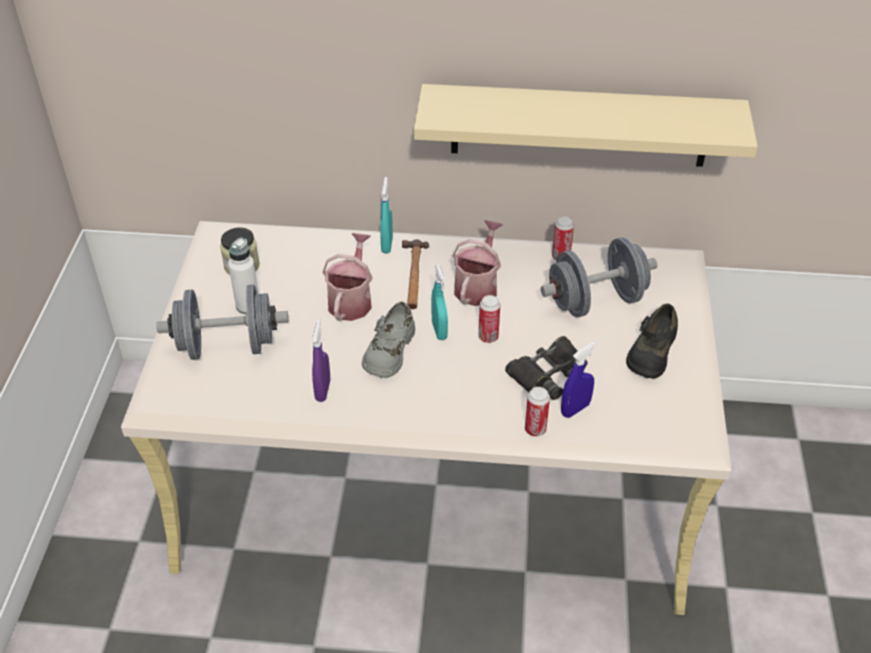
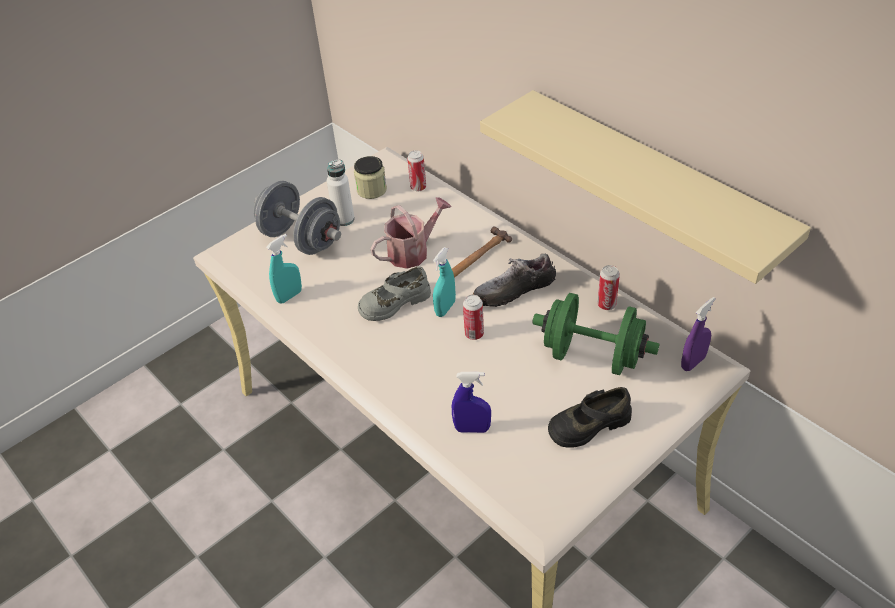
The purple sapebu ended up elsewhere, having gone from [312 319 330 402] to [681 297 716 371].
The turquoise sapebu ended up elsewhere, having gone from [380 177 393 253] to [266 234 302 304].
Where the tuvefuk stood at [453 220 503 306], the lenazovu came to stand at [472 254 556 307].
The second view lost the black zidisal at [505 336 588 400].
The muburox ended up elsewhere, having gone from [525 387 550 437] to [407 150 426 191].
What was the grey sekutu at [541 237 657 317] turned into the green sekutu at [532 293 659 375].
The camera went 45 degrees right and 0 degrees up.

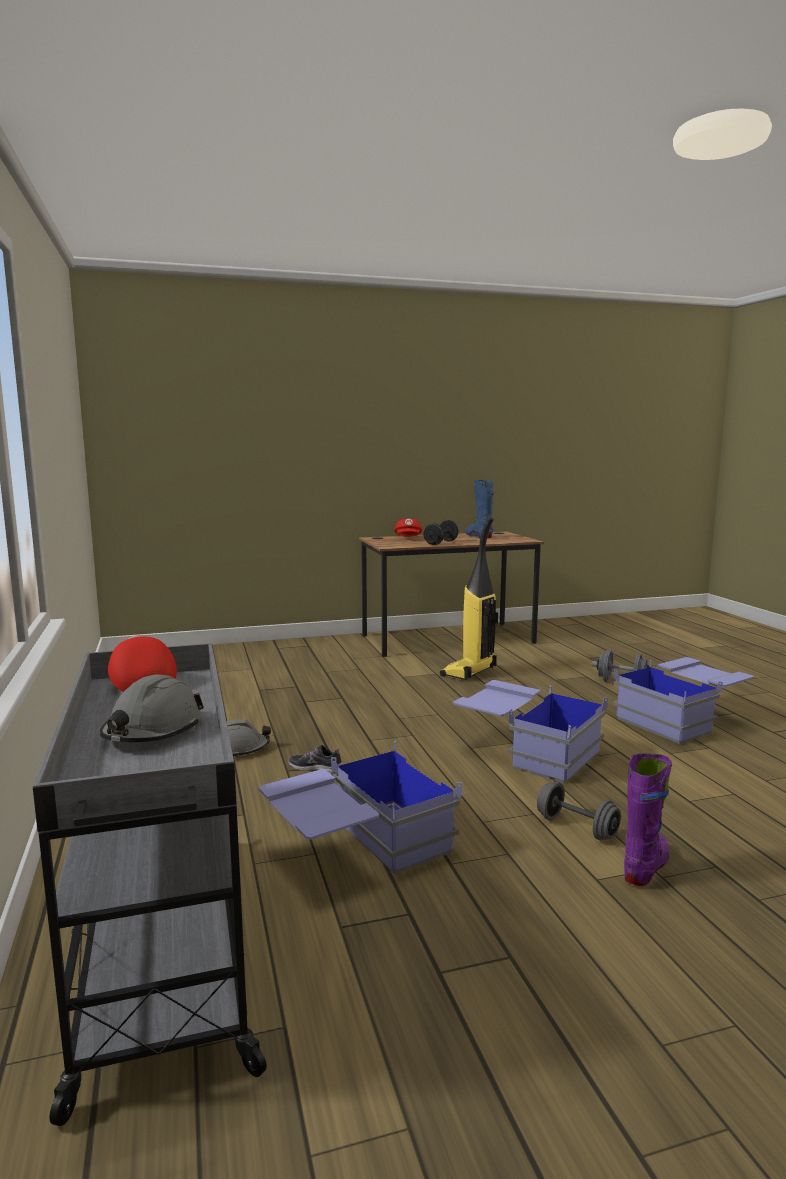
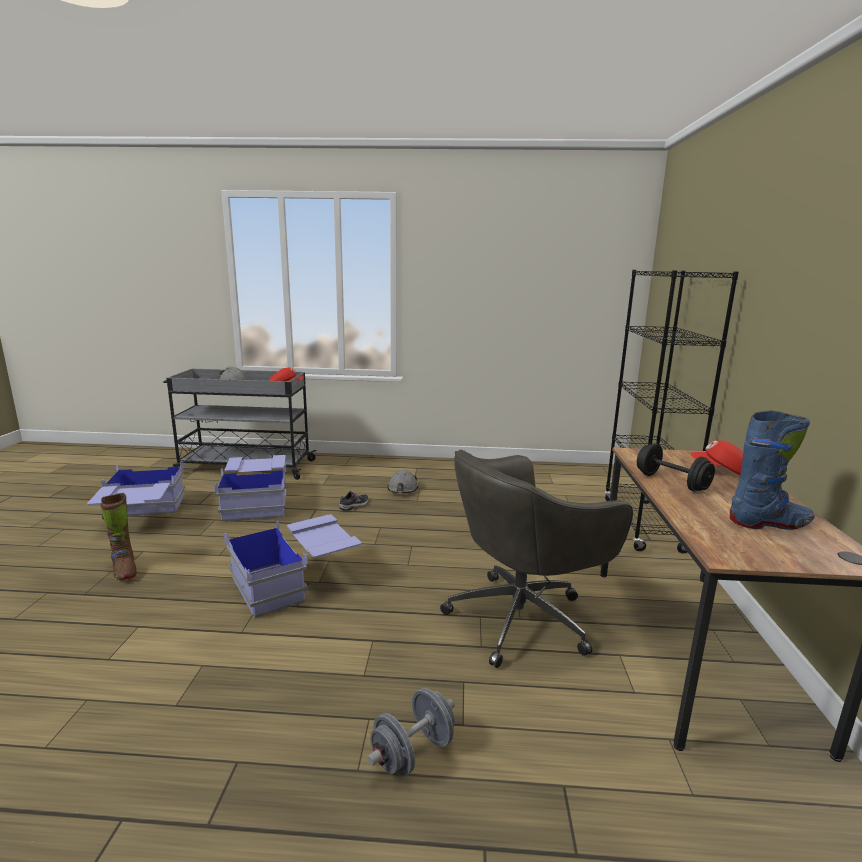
Where the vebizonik stood at [440 517 498 680], the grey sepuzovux came to stand at [440 450 633 668].
The second view lost the grey sekutu at [537 782 621 840].
The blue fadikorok ended up elsewhere, having gone from [613 657 754 744] to [87 461 185 516].
What was the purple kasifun at [624 753 672 886] turned into the brown kasifun at [100 493 137 580].
The second view gained the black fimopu at [604 270 739 553].
The camera went 110 degrees right and 5 degrees up.

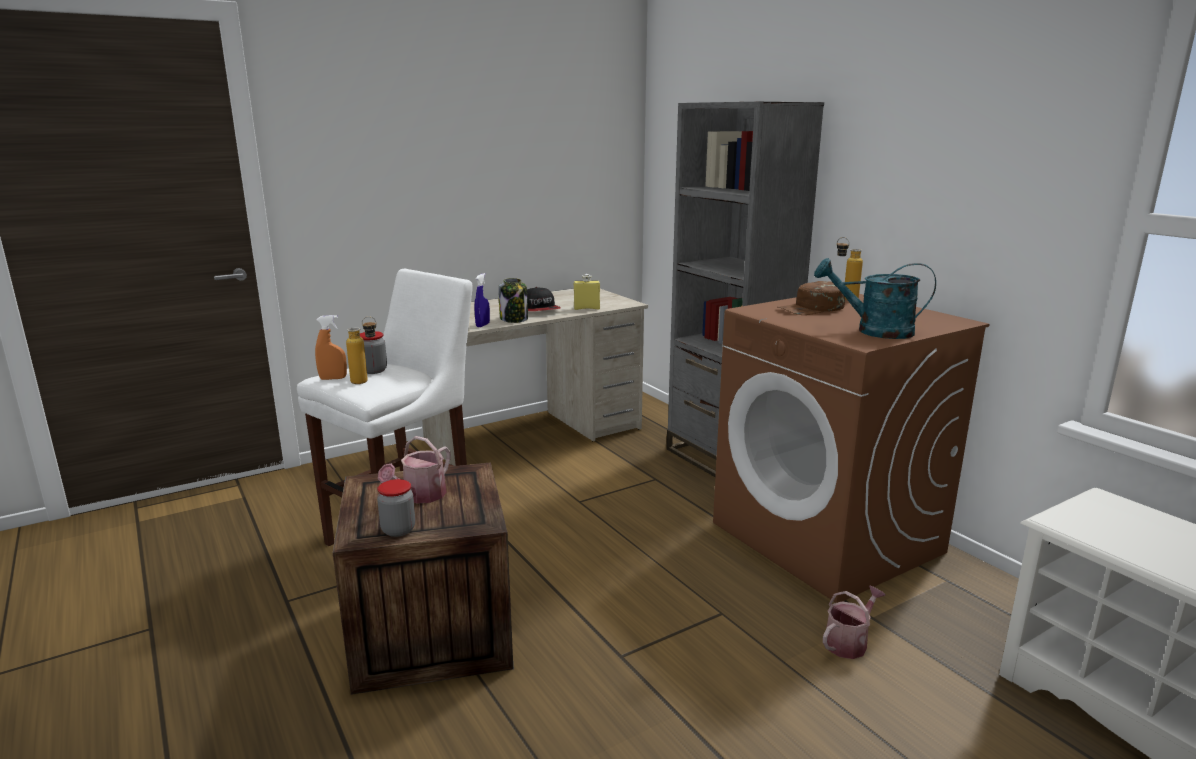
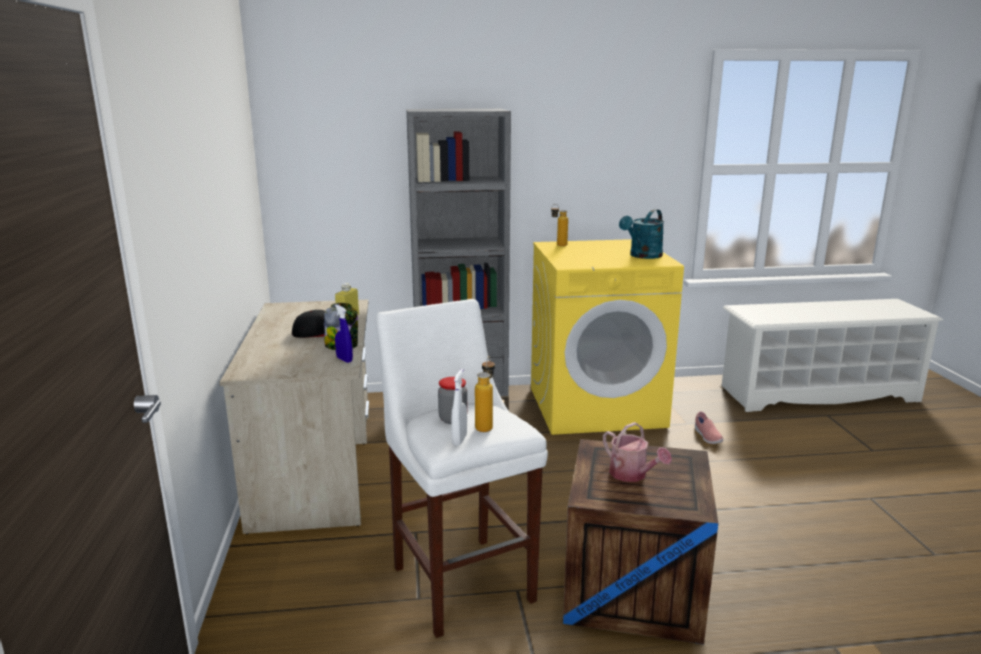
What was the orange sapebu at [315 315 347 380] turned into the white sapebu at [451 369 467 446].
The second view lost the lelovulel at [377 479 415 537].
What was the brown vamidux at [713 294 989 603] turned into the yellow vamidux at [531 239 684 435].
The second view lost the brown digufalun at [777 281 845 315].
Where the tuvefuk stood at [823 586 886 659], the pink lenazovu came to stand at [695 411 723 444].
The camera went 65 degrees left and 0 degrees up.

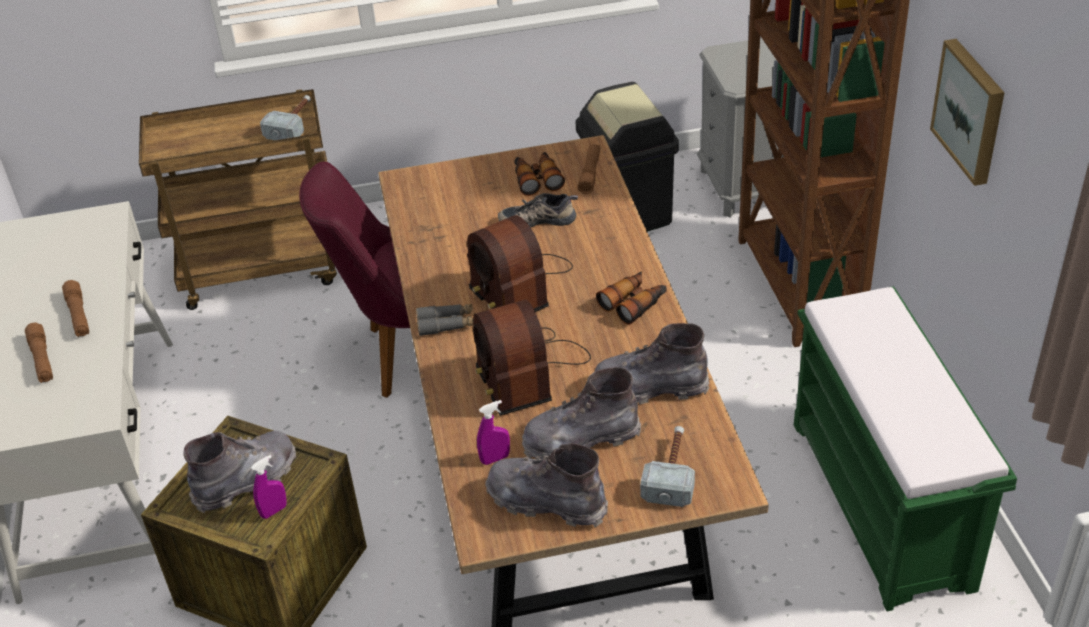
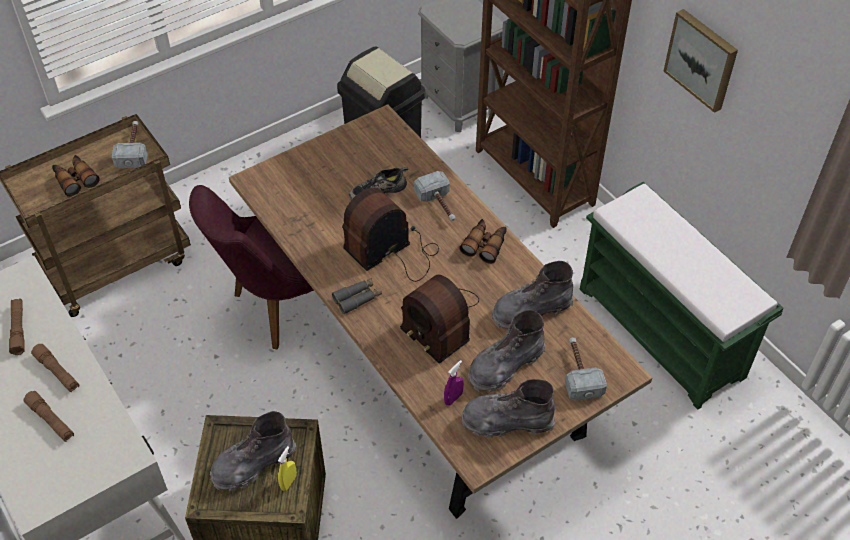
The grey kasifun at [183 431 296 513] ended up facing another way, 150 degrees counterclockwise from before.
What was the purple sapebu at [251 455 287 519] turned into the yellow sapebu at [278 446 297 491].
The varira at [467 215 573 312] ended up facing another way, 105 degrees clockwise from before.
The zidisal ended up elsewhere, having gone from [514 152 565 196] to [52 155 100 197].
The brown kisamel ended up elsewhere, having gone from [578 144 600 194] to [9 298 25 355].
The second view gained the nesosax at [414 171 456 221].
The camera went 25 degrees left and 10 degrees up.

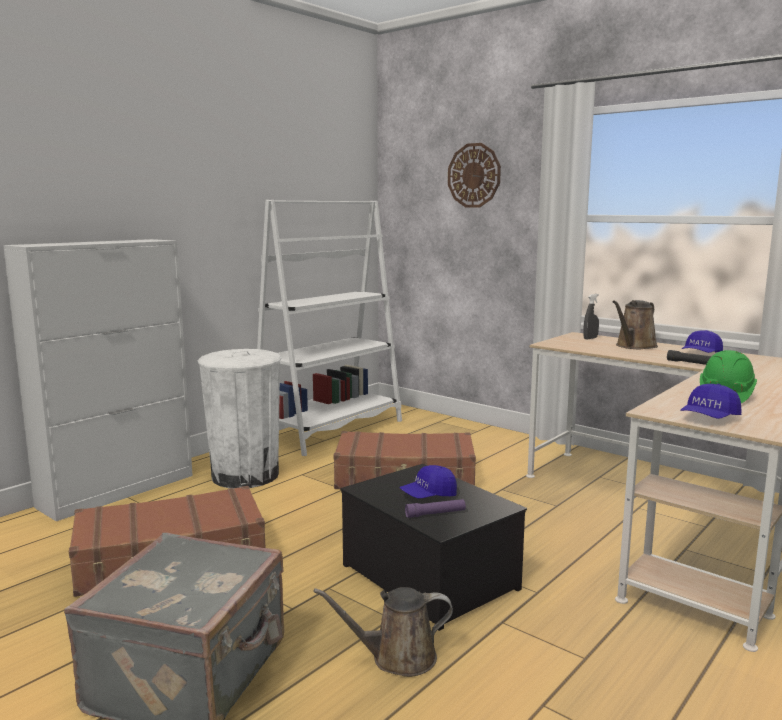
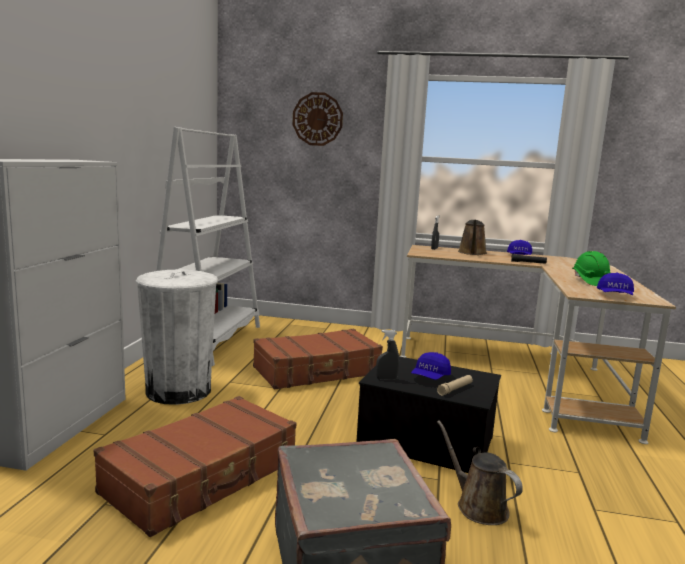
The brown tuvefuk at [314 587 453 677] ended up facing another way, 90 degrees clockwise from before.
What was the purple kisamel at [405 499 466 518] turned into the beige kisamel at [437 375 473 396].
The second view gained the grey sapebu at [376 330 399 380].
The camera went 30 degrees left and 0 degrees up.

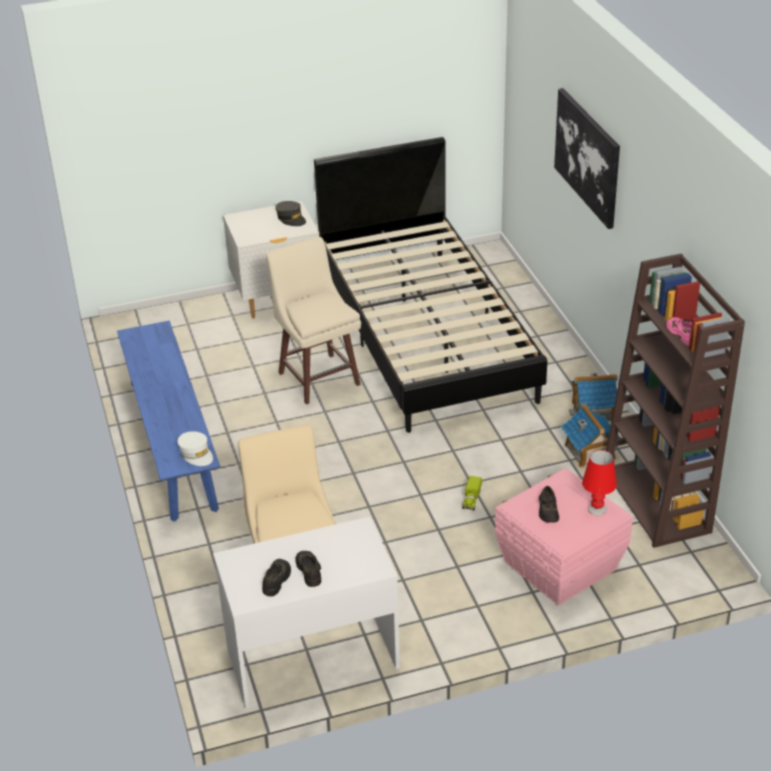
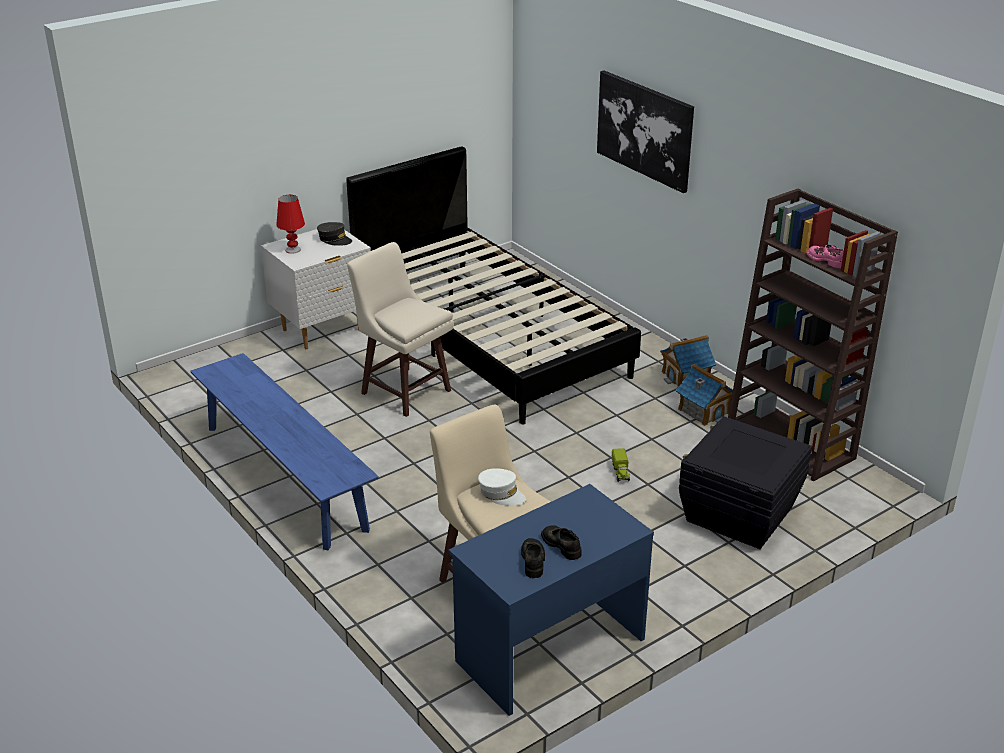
The white digufalun ended up elsewhere, having gone from [177 431 213 466] to [478 468 526 506].
What was the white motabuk at [213 517 400 708] turned into the blue motabuk at [449 484 654 716].
What was the pink fadikorok at [495 468 633 606] turned into the black fadikorok at [679 416 812 549].
The second view lost the black lenazovu at [539 486 559 523].
The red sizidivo ended up elsewhere, having gone from [582 450 617 516] to [276 195 305 254].
The camera went 20 degrees left and 5 degrees down.

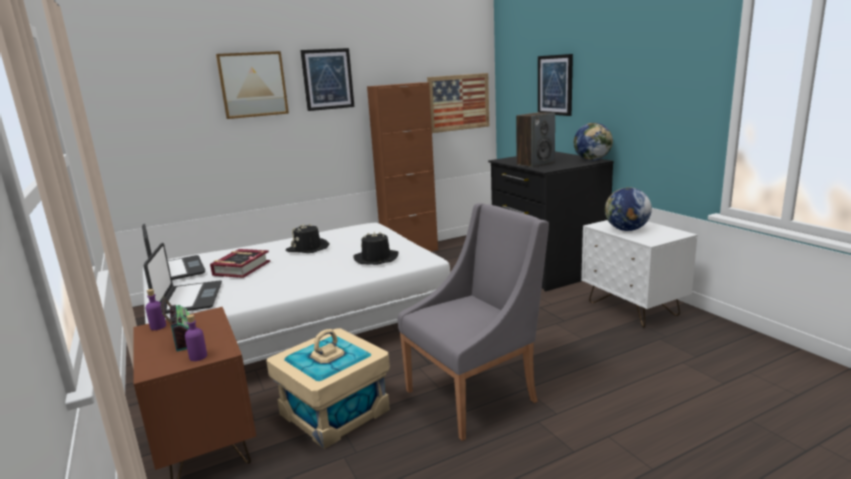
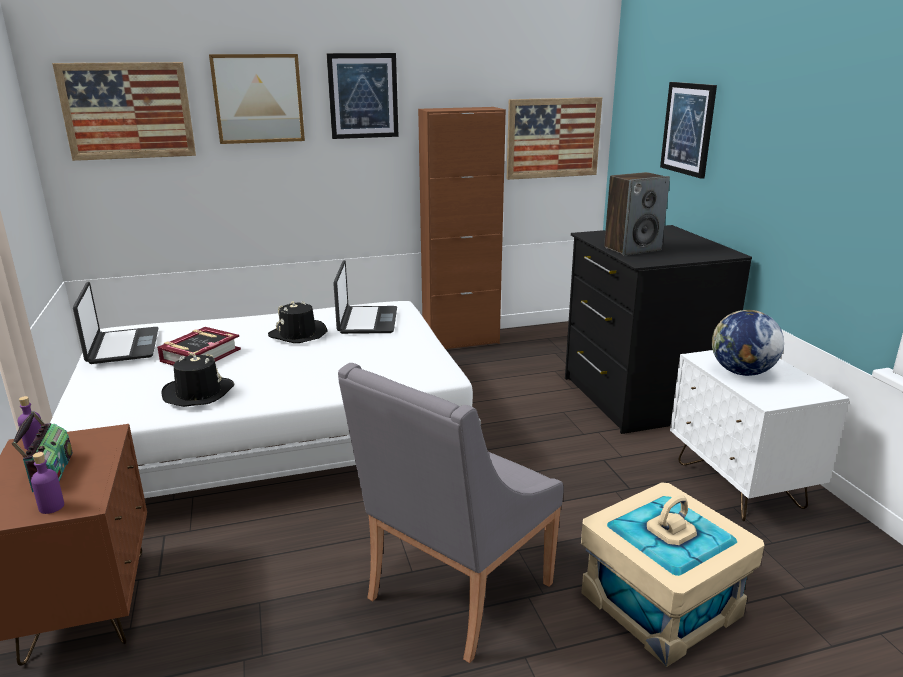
The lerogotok ended up elsewhere, having gone from [144 243 222 314] to [333 260 397 334].
The beige fadikorok ended up elsewhere, having gone from [266 328 390 449] to [581 482 764 667].
The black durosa ended up elsewhere, having gone from [353 232 399 265] to [162 353 234 407].
The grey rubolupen at [398 203 549 441] ended up facing another way, 150 degrees clockwise from before.
The second view lost the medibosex at [574 123 613 161].
The second view gained the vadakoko at [52 62 196 161].
The camera went 10 degrees right and 5 degrees up.

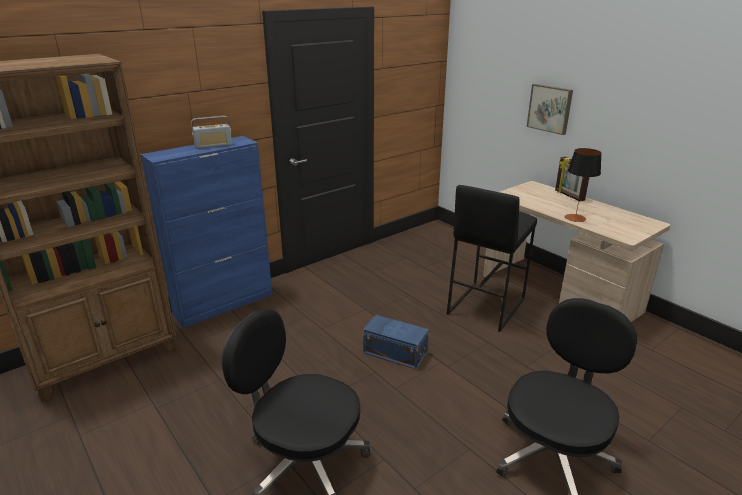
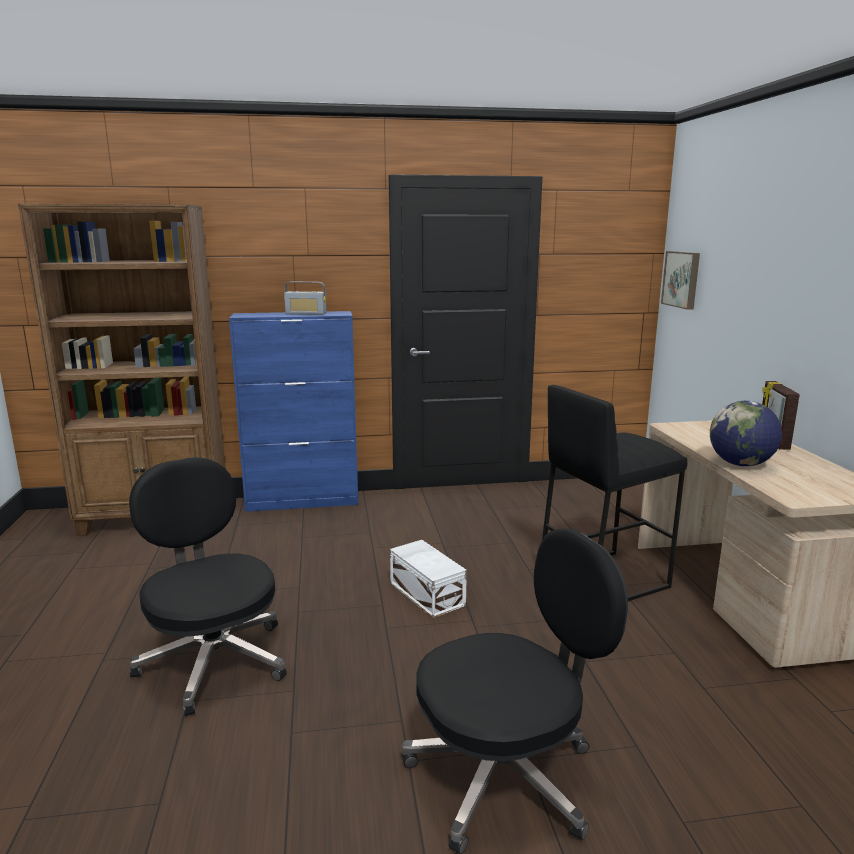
What was the blue fadikorok at [363 315 429 370] turned into the white fadikorok at [390 540 467 618].
The vadakoko ended up elsewhere, having gone from [527 84 573 135] to [661 251 700 310].
Where the sizidivo stood at [565 148 602 222], the medibosex came to stand at [710 401 782 466].
The camera went 30 degrees right and 10 degrees down.

